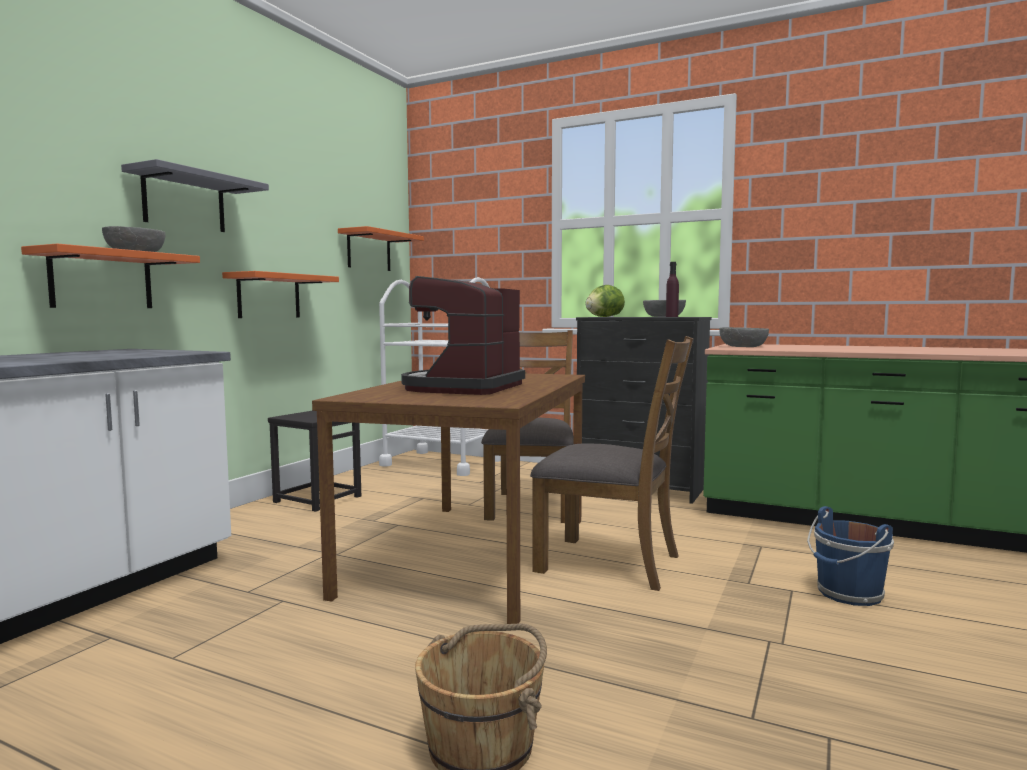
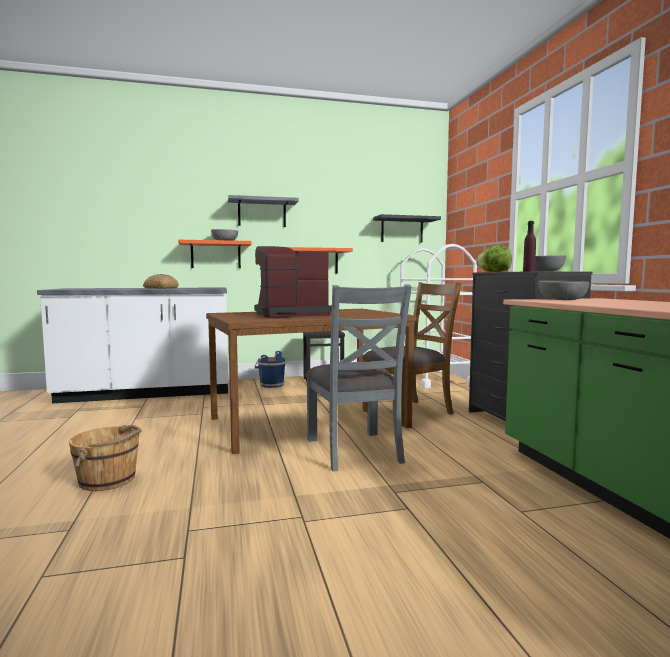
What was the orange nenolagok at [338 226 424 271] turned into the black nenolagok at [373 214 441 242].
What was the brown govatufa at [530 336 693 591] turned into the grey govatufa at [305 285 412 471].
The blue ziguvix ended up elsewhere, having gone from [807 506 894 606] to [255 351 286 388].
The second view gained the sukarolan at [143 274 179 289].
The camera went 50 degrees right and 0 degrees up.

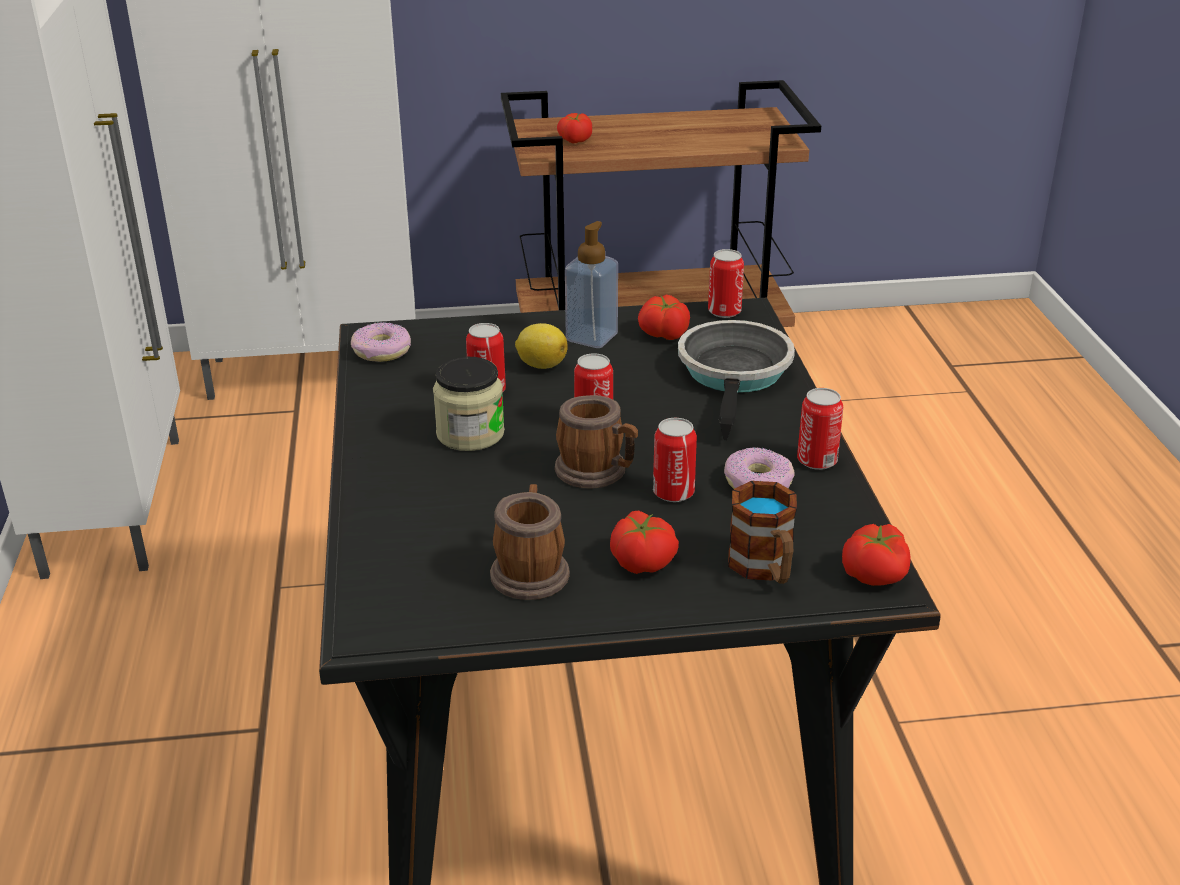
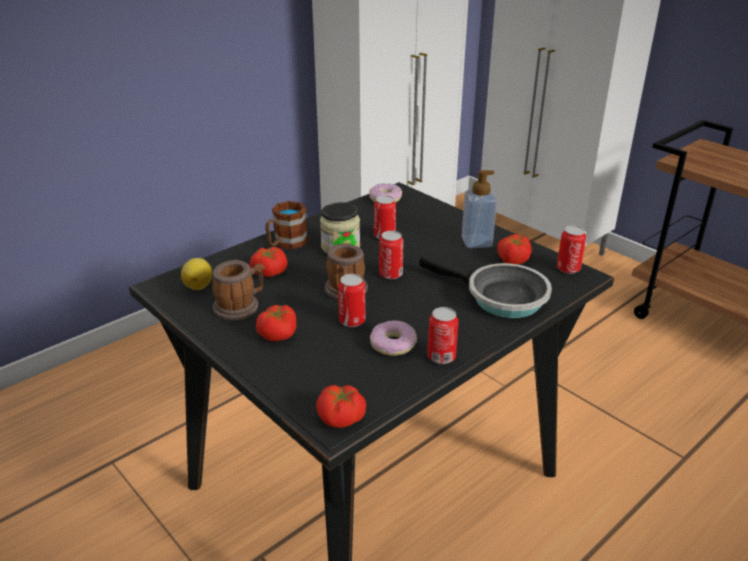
The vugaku ended up elsewhere, having gone from [515 323 568 369] to [181 258 212 290].
The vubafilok ended up elsewhere, having gone from [557 113 592 143] to [250 247 288 277].
The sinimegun at [678 320 795 440] ended up facing another way, 60 degrees clockwise from before.
The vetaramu ended up elsewhere, having gone from [728 481 797 584] to [265 201 308 250].
The camera went 55 degrees right and 0 degrees up.

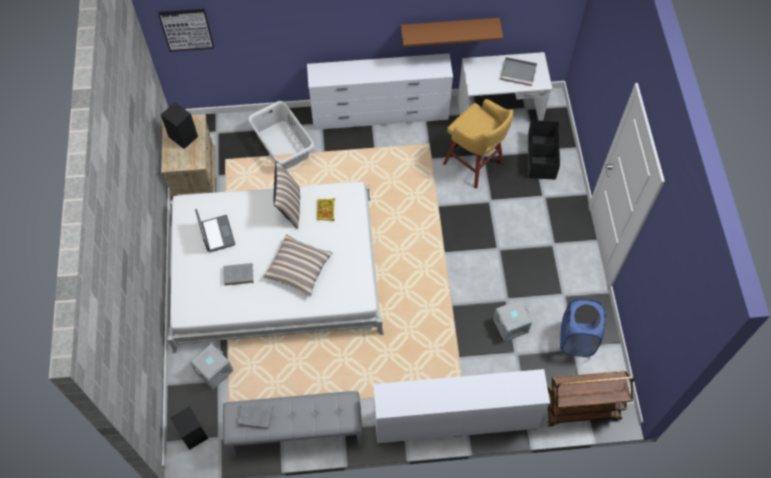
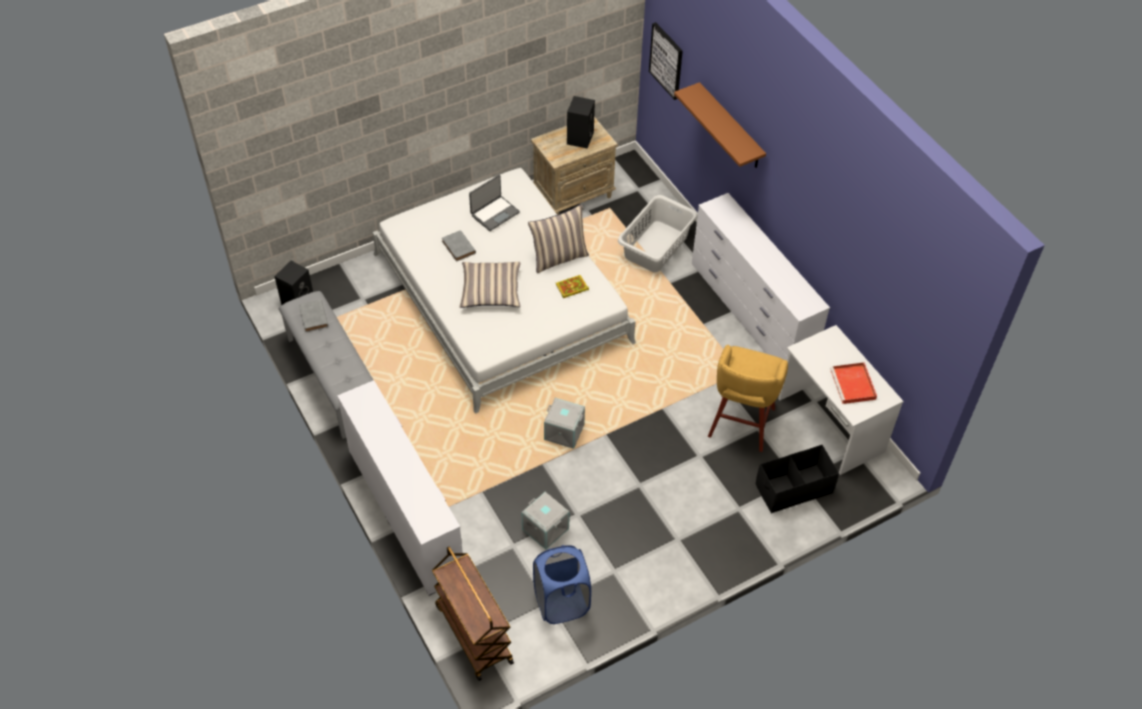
The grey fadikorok ended up elsewhere, having gone from [190 344 233 389] to [544 398 585 449].
The brown nenolagok ended up elsewhere, having gone from [401 18 503 47] to [674 82 766 168].
What was the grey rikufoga at [500 57 537 86] turned into the red rikufoga at [830 362 877 404].
The camera went 65 degrees right and 10 degrees down.

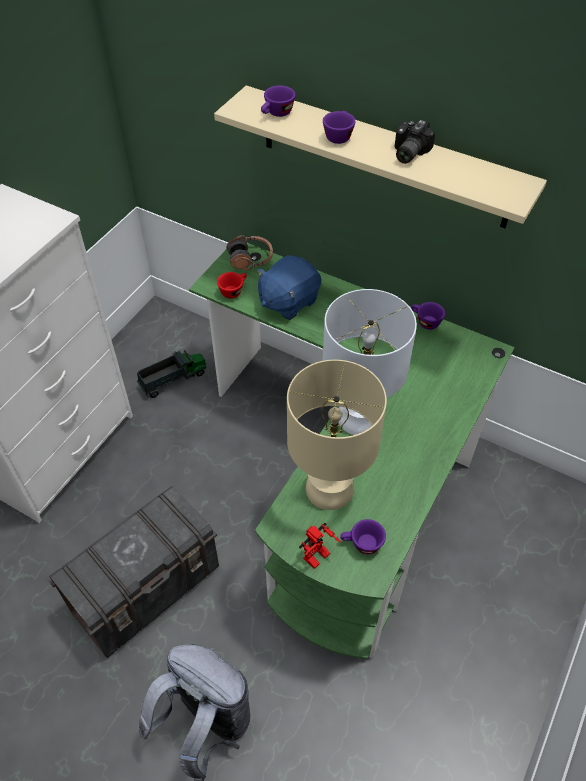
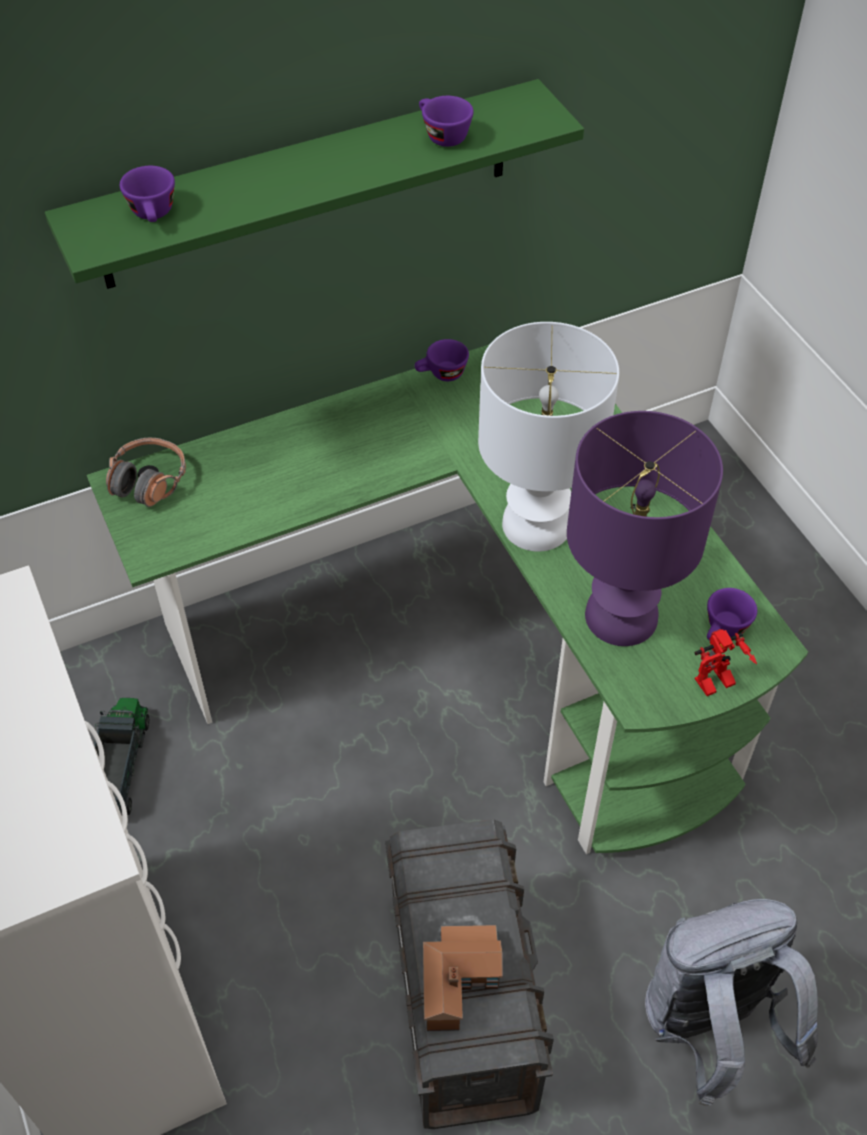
What was the beige nenolagok at [214 85 547 228] turned into the green nenolagok at [45 79 584 289].
The second view lost the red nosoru at [217 272 246 299].
The second view lost the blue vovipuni at [257 255 322 320].
What was the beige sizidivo at [287 360 387 510] turned into the purple sizidivo at [567 411 723 646].
The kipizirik at [299 523 341 569] ended up facing another way, 75 degrees clockwise from before.
The purple nosoru ended up elsewhere, having gone from [323 111 356 144] to [419 96 474 147].
The second view lost the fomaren at [395 120 435 164].
The second view gained the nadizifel at [423 925 503 1031].
The camera went 55 degrees left and 0 degrees up.

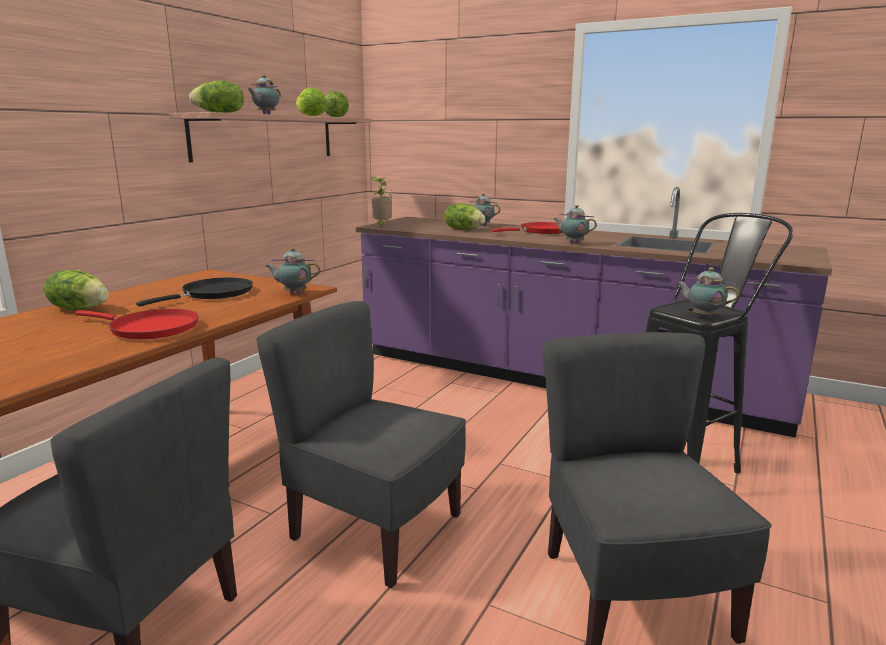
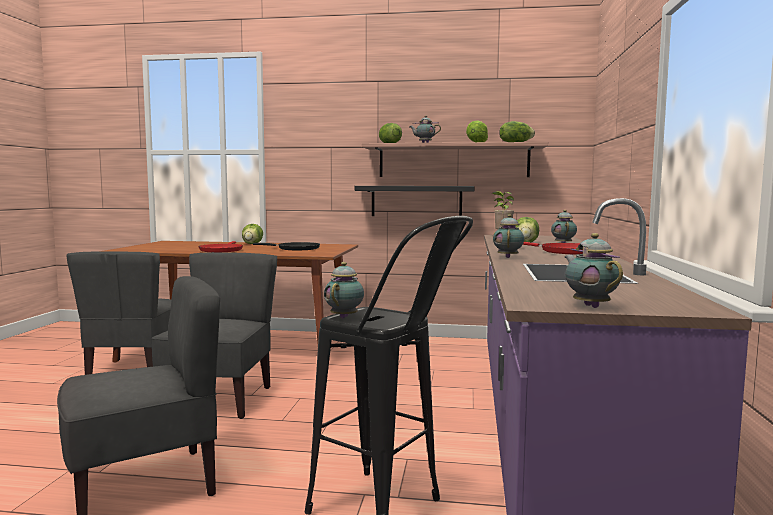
The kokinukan ended up elsewhere, having gone from [266 247 320 294] to [565 233 623 308].
The second view gained the black nenolagok at [354 186 474 216].
The camera went 70 degrees right and 10 degrees down.

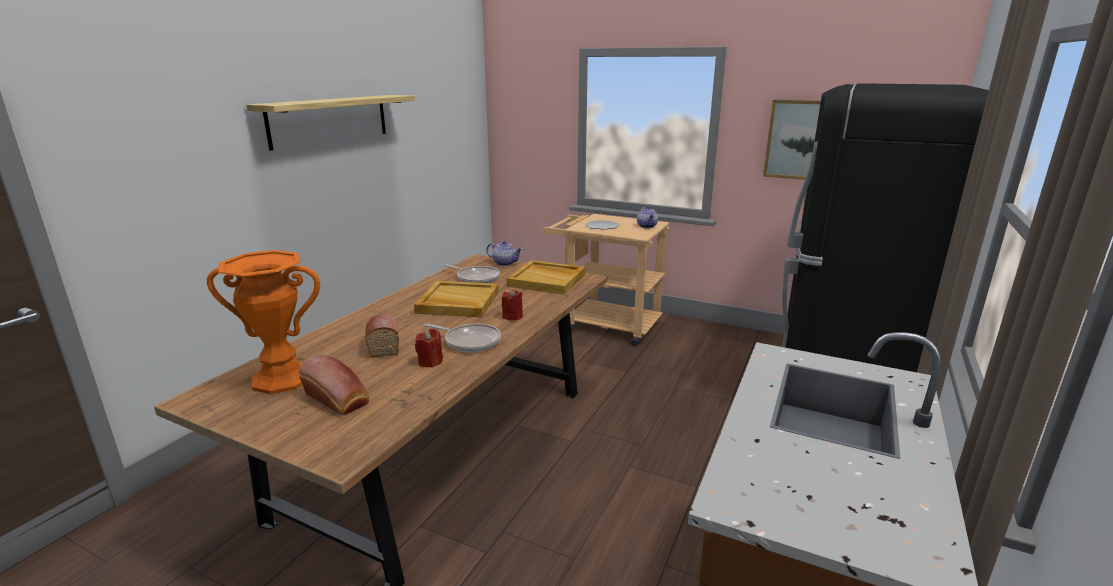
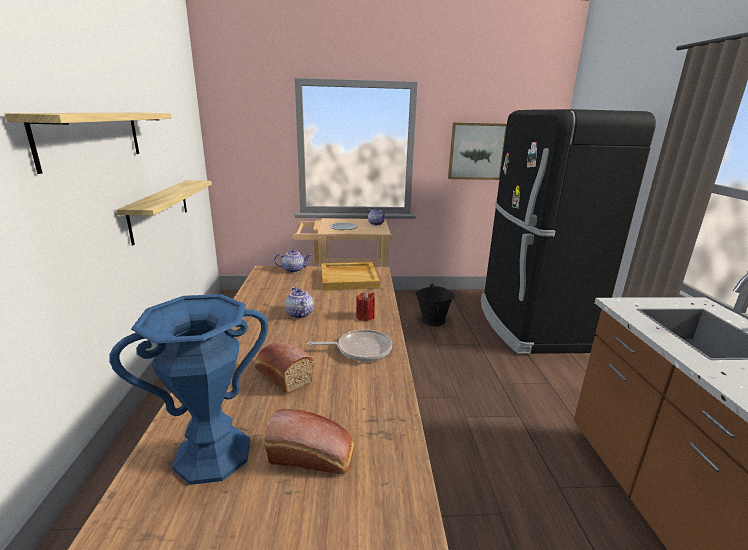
What was the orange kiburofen at [207 250 320 394] turned into the blue kiburofen at [109 294 268 485].
Where the beige rikufoga stood at [414 281 499 318], the kokinukan came to stand at [285 287 314 319].
The second view lost the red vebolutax at [415 329 443 368].
The second view lost the sinimegun at [444 264 500 283].
The second view gained the nenolagok at [117 180 212 245].
The second view gained the black ziguvix at [415 284 455 326].
The camera went 30 degrees left and 0 degrees up.

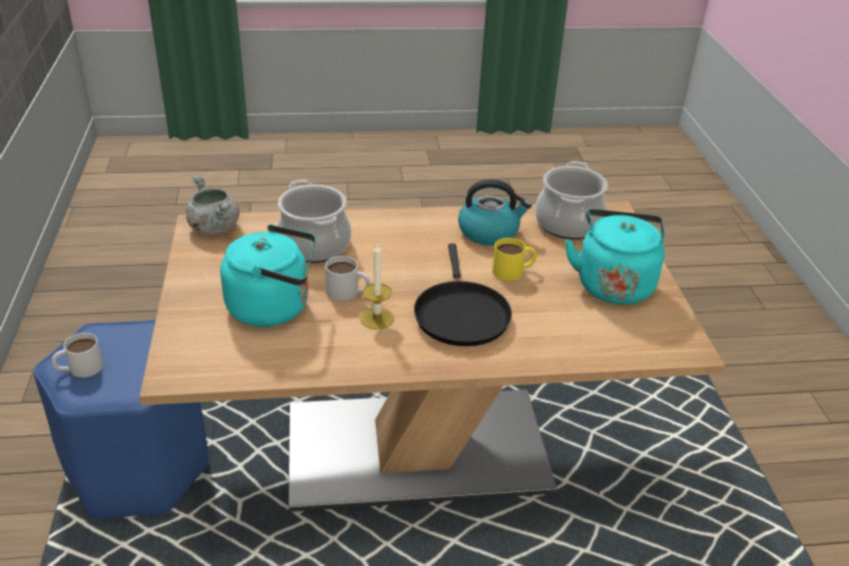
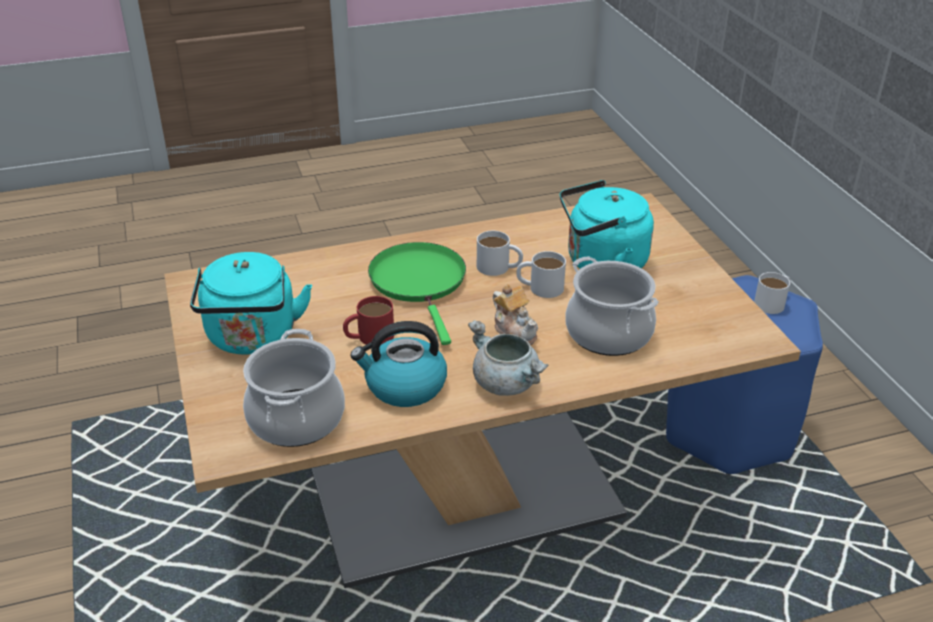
The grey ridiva ended up elsewhere, having gone from [186 176 239 234] to [468 320 548 396].
Where the vebolutax stood at [360 242 394 329], the white vetaramu came to stand at [477 231 523 276].
What was the black sinimegun at [414 244 512 346] turned into the green sinimegun at [368 242 466 345].
What was the yellow vetaramu at [492 238 537 281] turned into the red vetaramu at [343 296 394 345].
The second view gained the kokinukan at [493 284 538 345].
The camera went 170 degrees right and 0 degrees up.

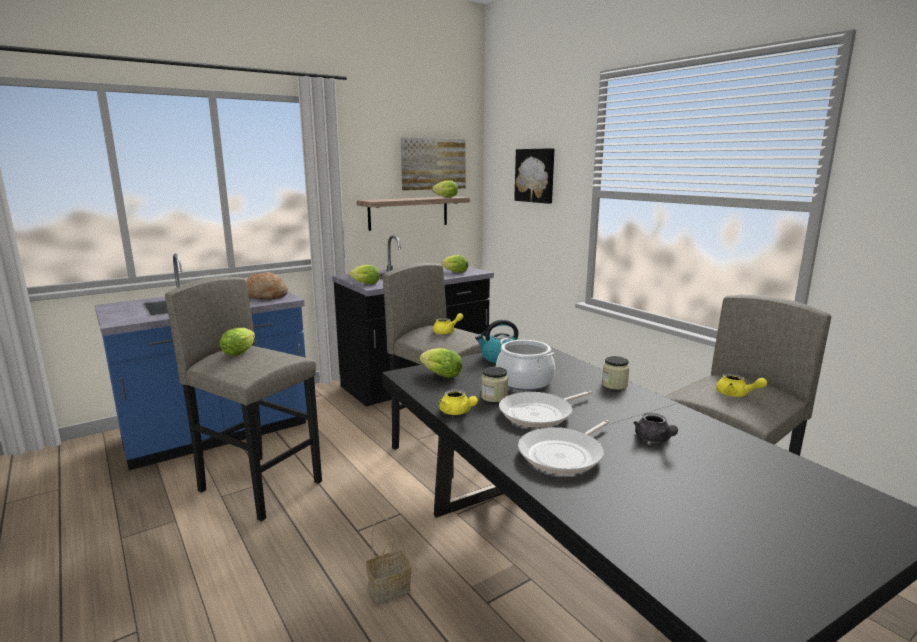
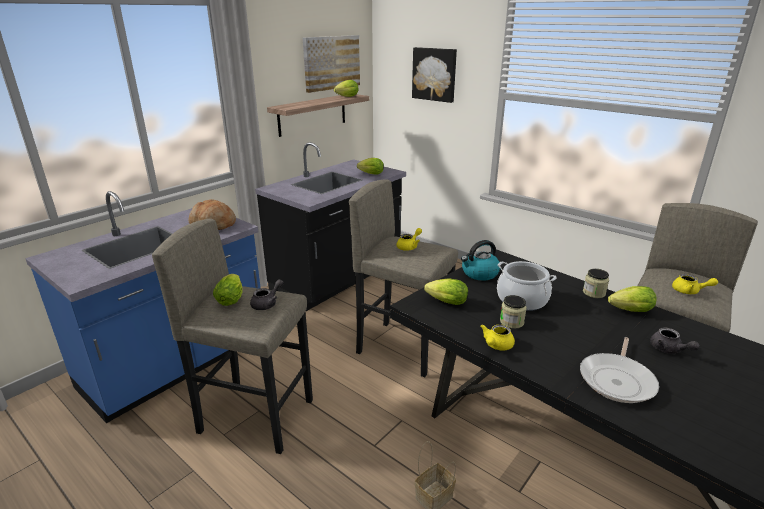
The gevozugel ended up elsewhere, having gone from [349 265 380 284] to [608 286 657 312].
The yellow kokinukan at [439 389 478 415] ended up facing another way, 90 degrees clockwise from before.
The second view lost the sinimegun at [499 391 592 428].
The second view gained the grey kokinukan at [250 279 284 310].
The camera went 15 degrees left and 10 degrees up.

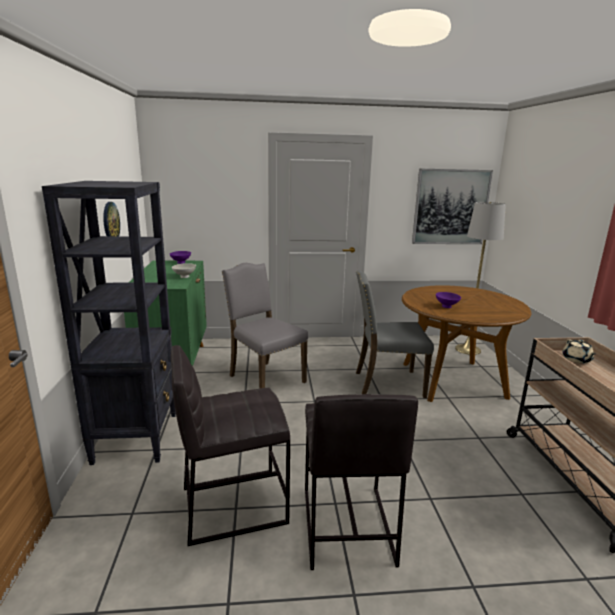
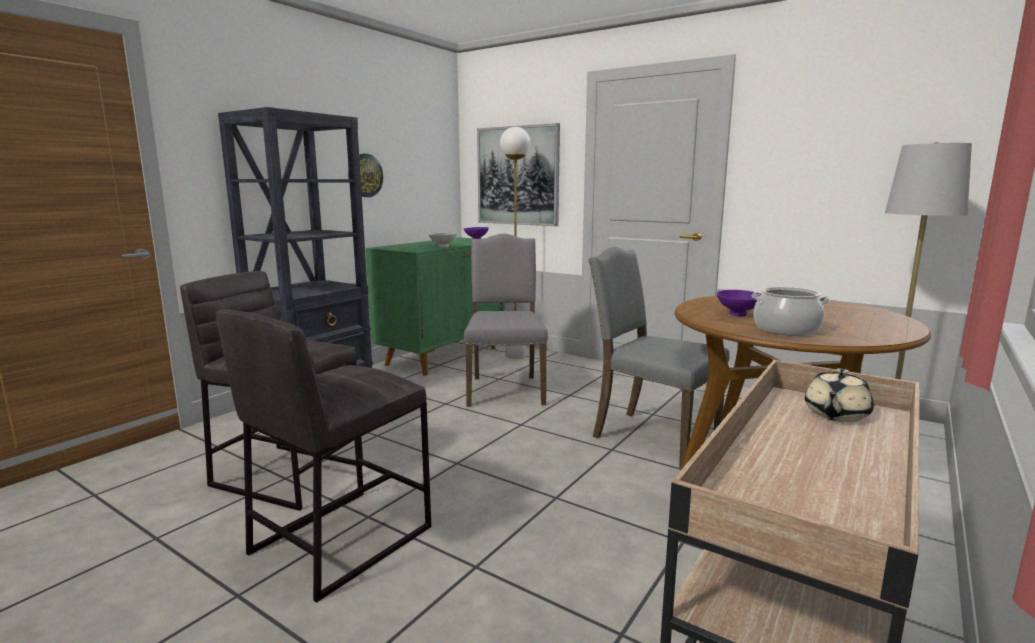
The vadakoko ended up elsewhere, having gone from [412 169 493 244] to [477 123 560 226].
The second view gained the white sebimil at [500 127 530 359].
The second view gained the ridiva at [752 287 830 336].
The camera went 40 degrees right and 5 degrees down.

